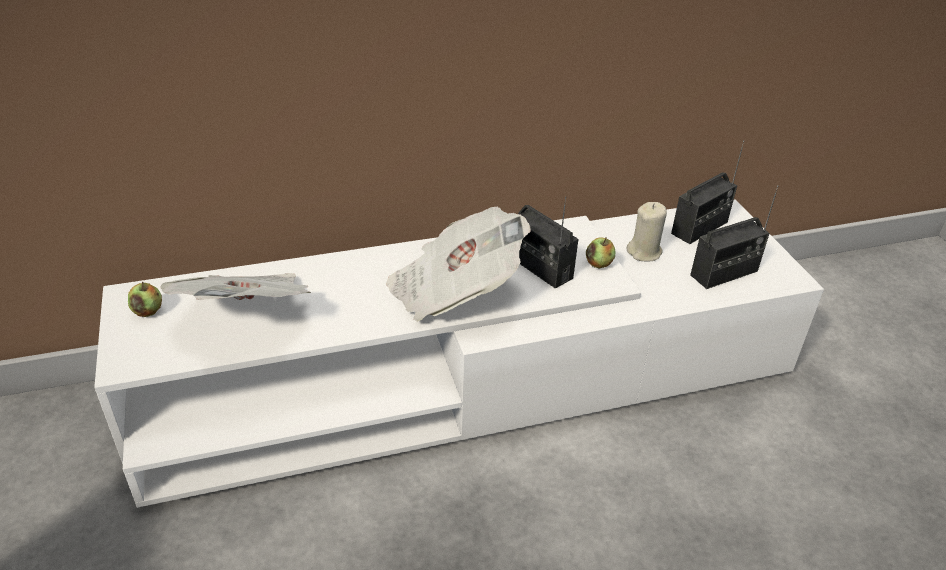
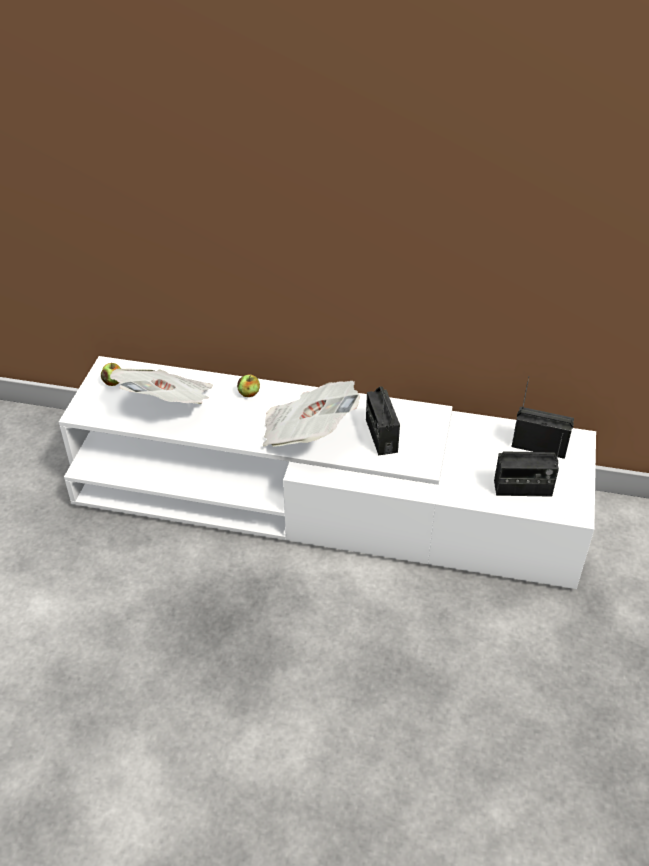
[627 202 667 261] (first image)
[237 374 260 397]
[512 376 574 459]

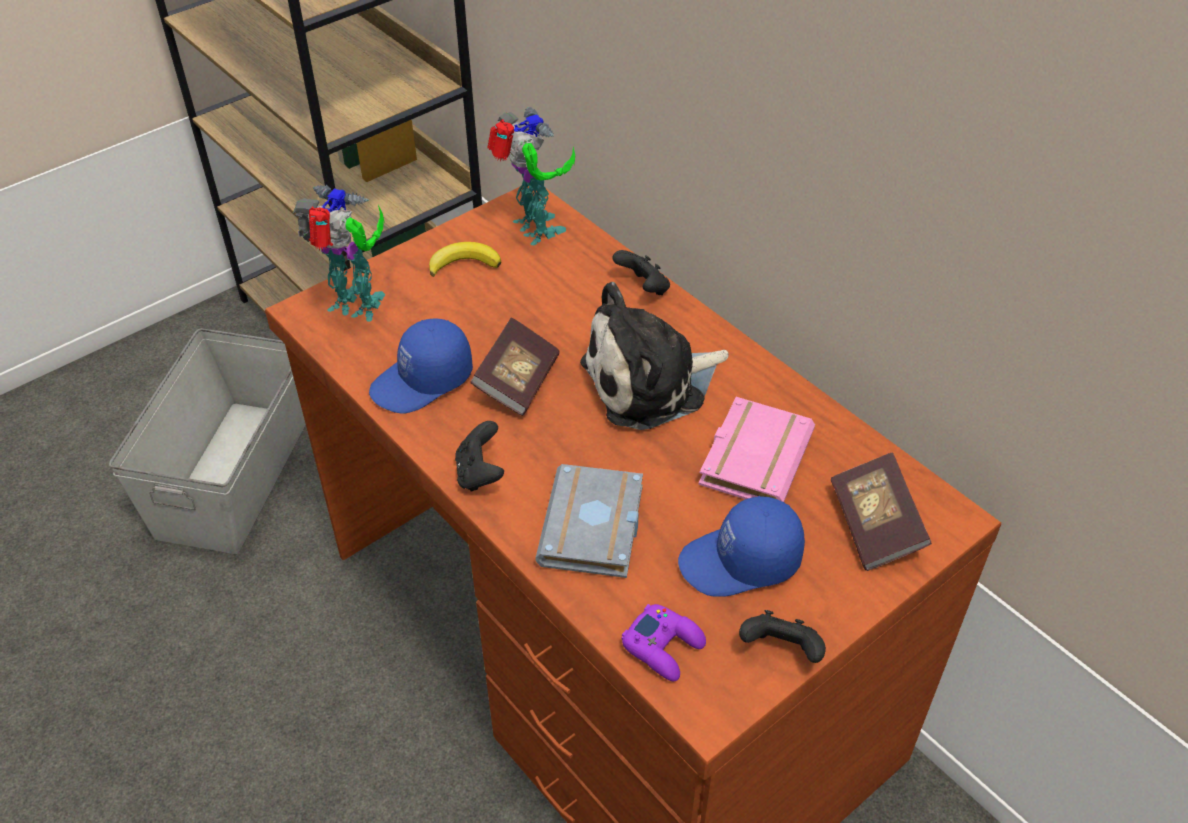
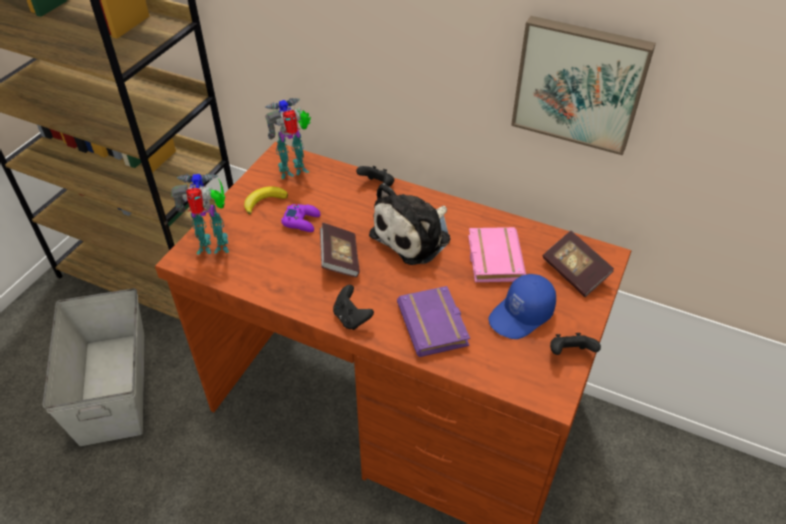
[369 319 473 414] (first image)
[511 16 656 155]
[281 204 321 232]
[397 286 470 357]
[265 98 311 179]

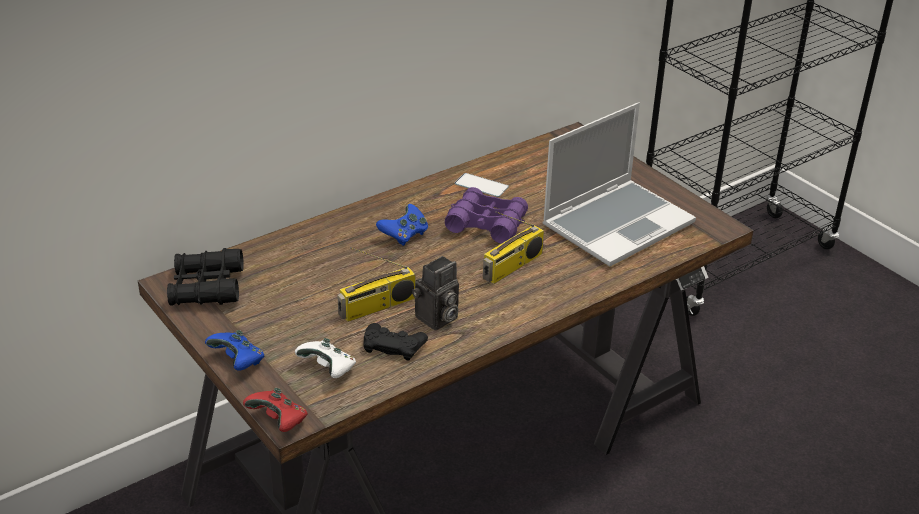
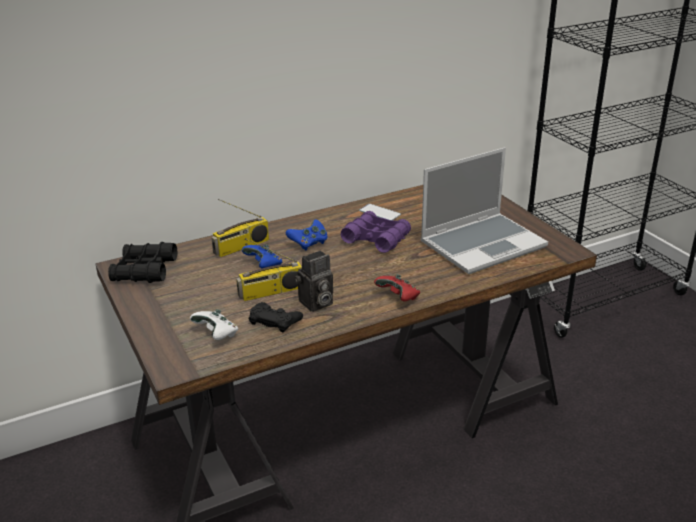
[242 244 282 268]
[374 274 420 302]
[211 199 269 257]

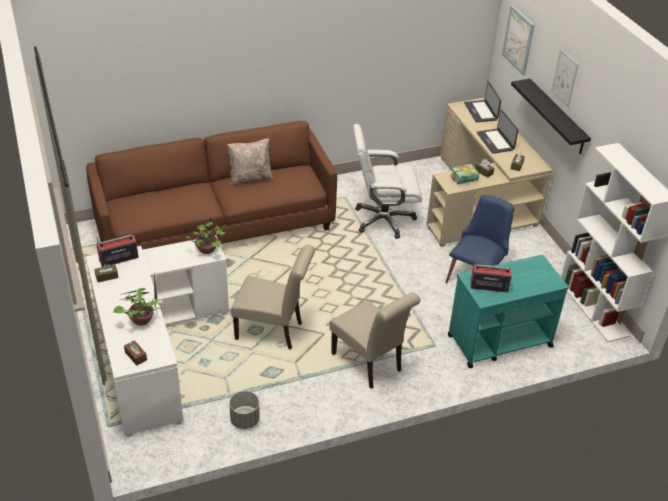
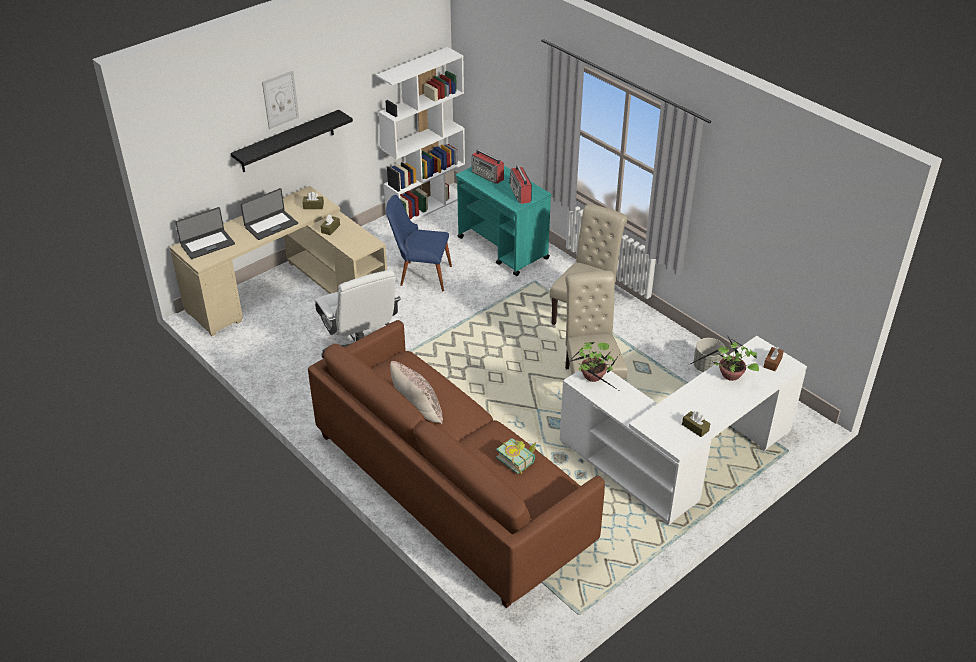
[502 5 534 76] (first image)
[472 150 504 184]
[496 438 536 474]

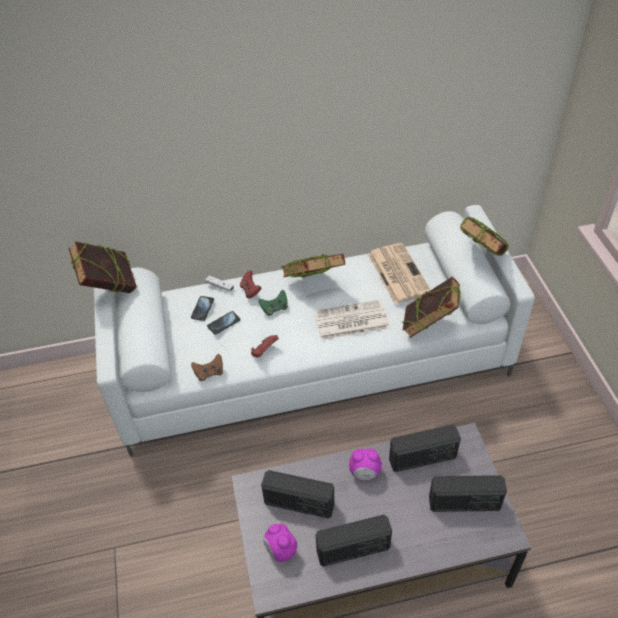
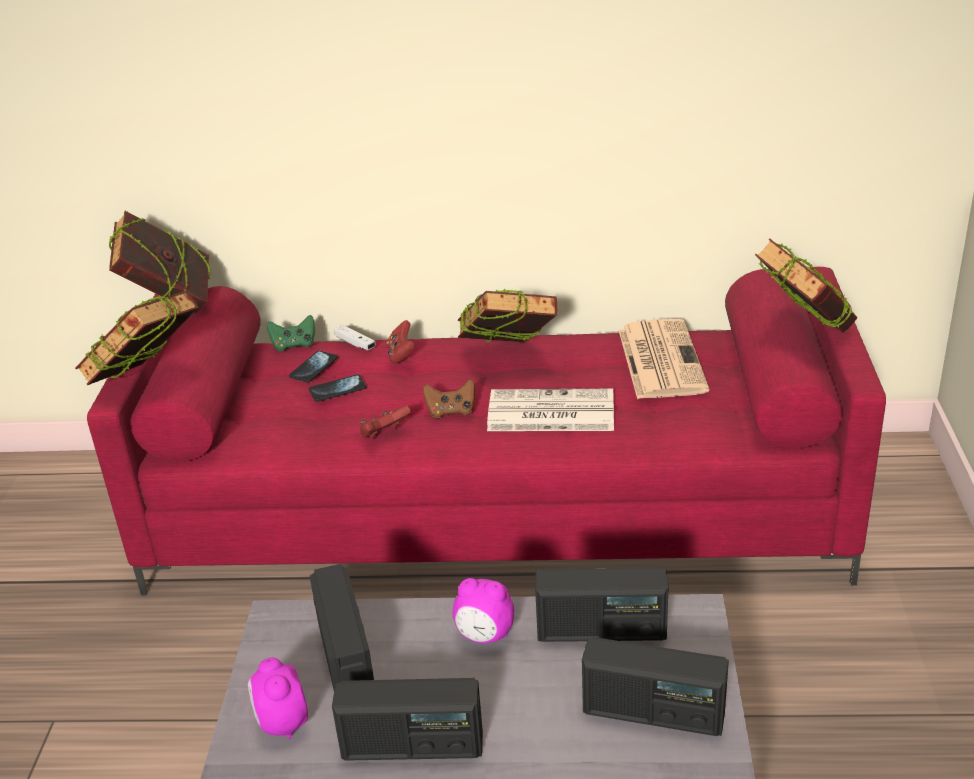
[423 379 475 418]
[267 315 315 351]
[75 290 199 385]
[87 267 886 596]
[310 564 374 690]

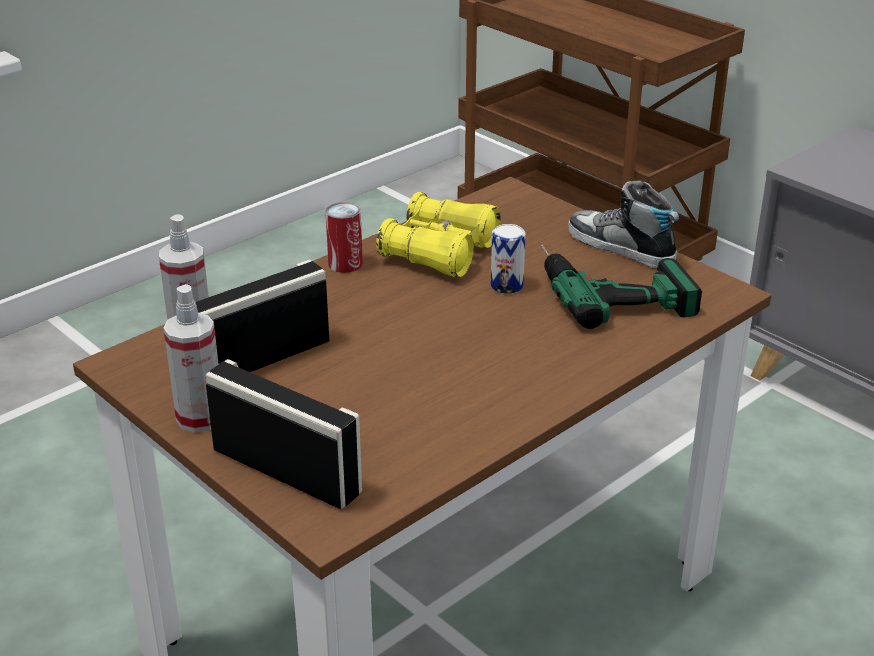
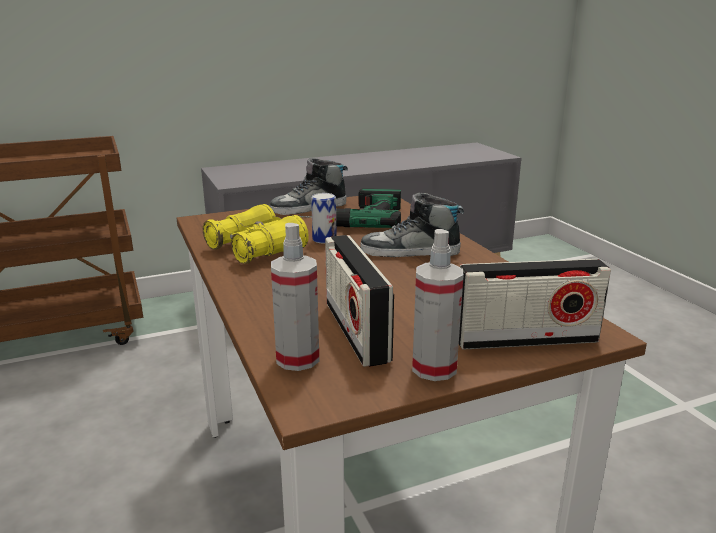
[325 202 363 273] (first image)
[360 192 464 257]
[459 259 611 350]

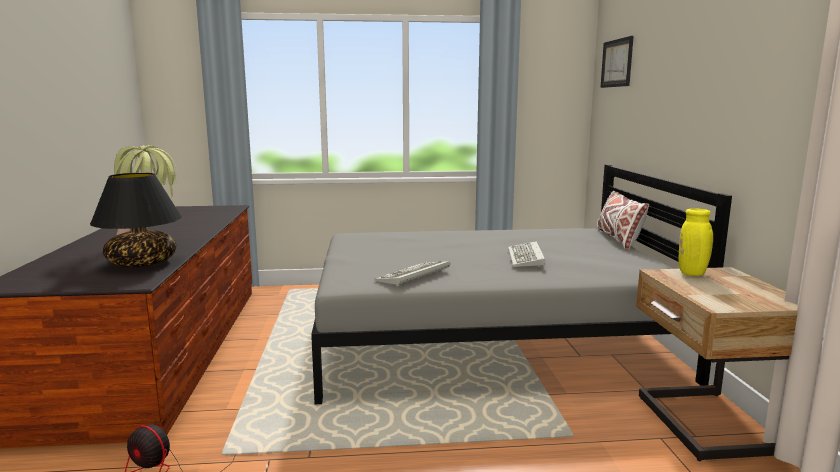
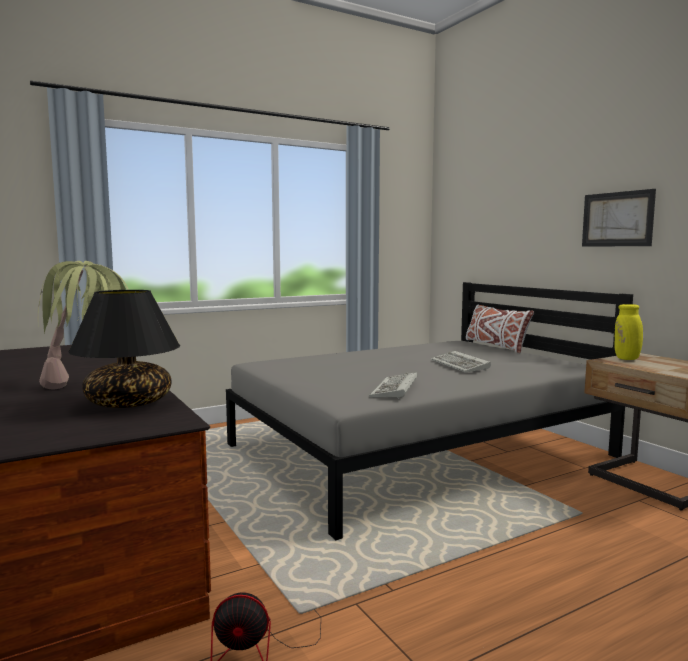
[582 189 656 247]

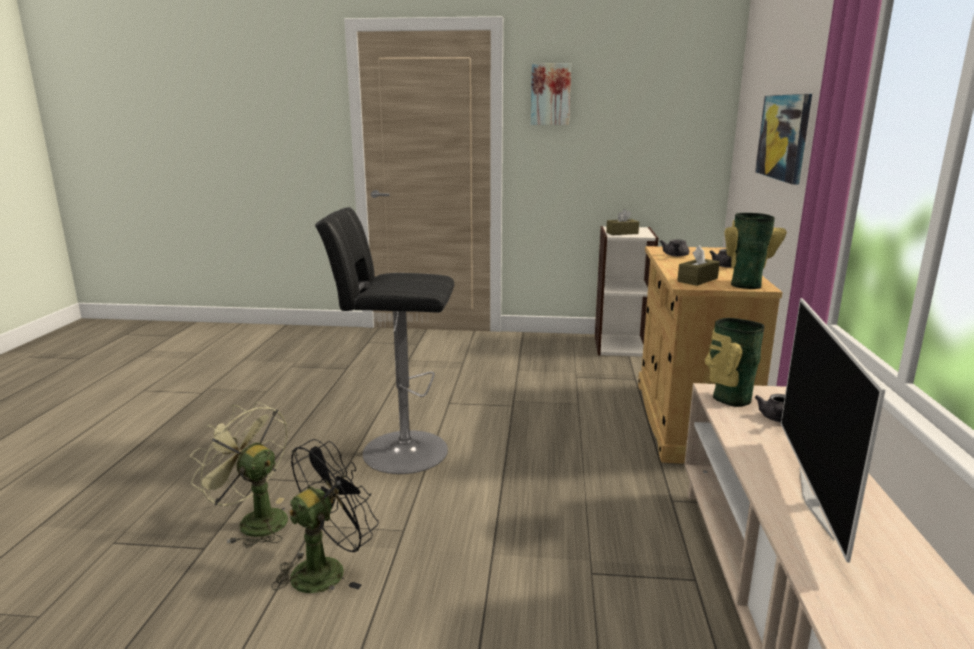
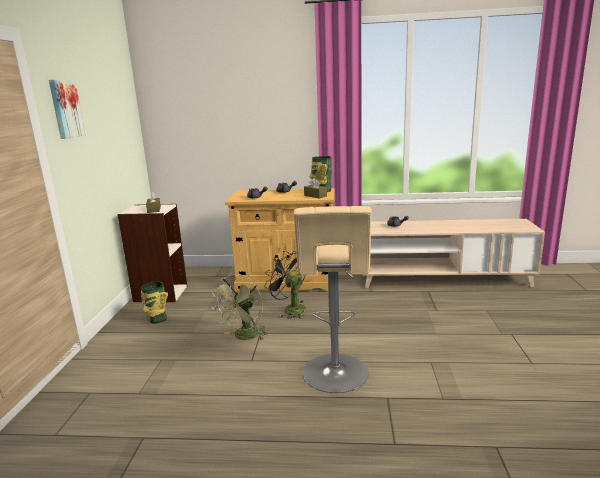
[755 94 812 184] (first image)
[781 298 885 563] (first image)
[212 274 268 341]
[265 251 307 319]
[141 281 168 324]
[294 206 372 393]

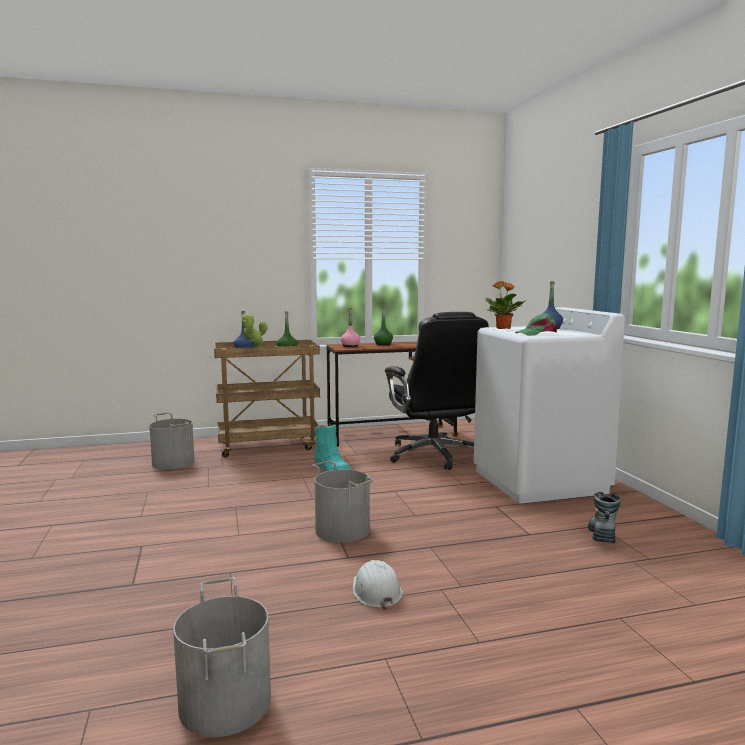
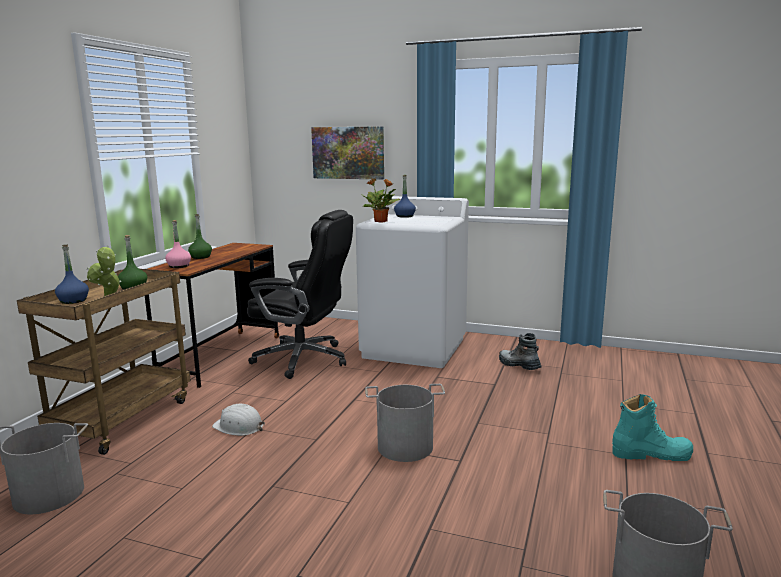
[515 313 557 336] (first image)
[311 126 384 180]
[612 394 693 461]
[212 404 265 436]

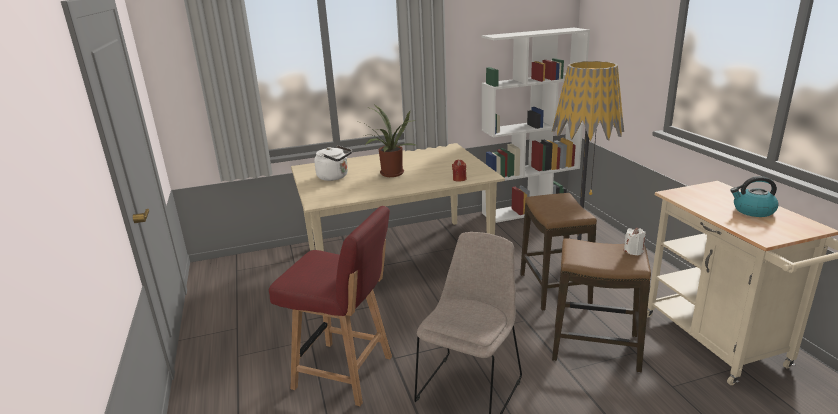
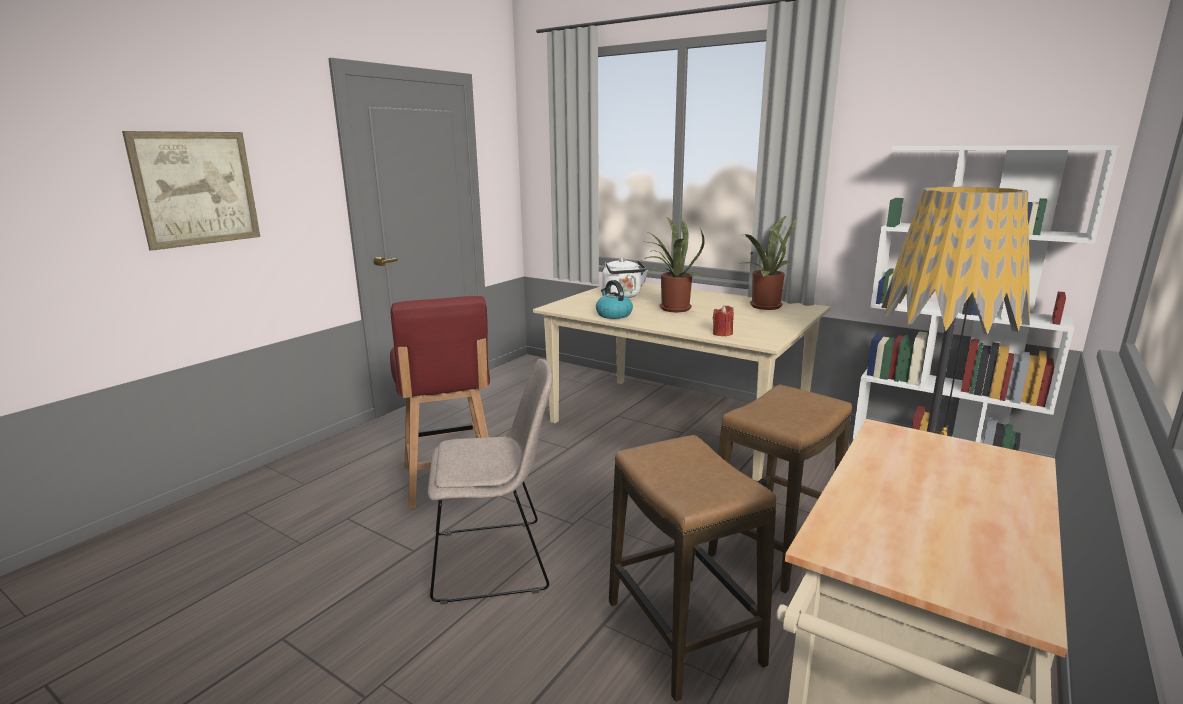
[624 228 646 256] (first image)
[122 131 260 251]
[739 216 797 310]
[596 280 633 319]

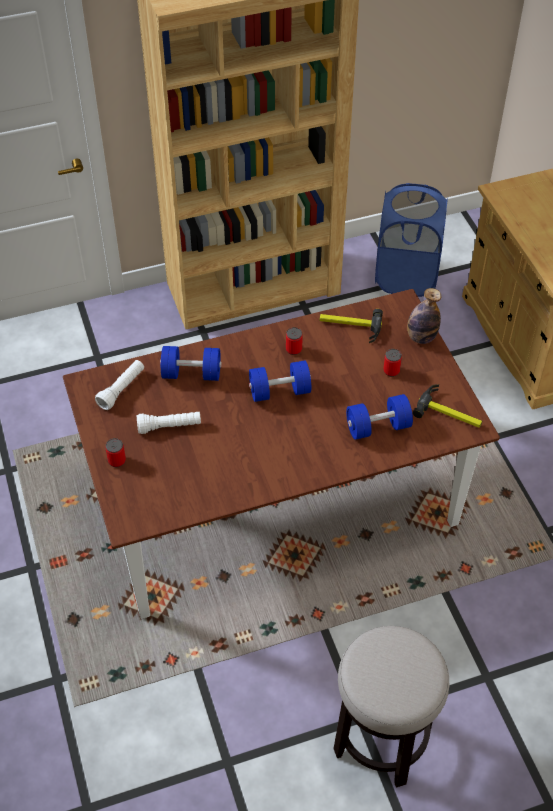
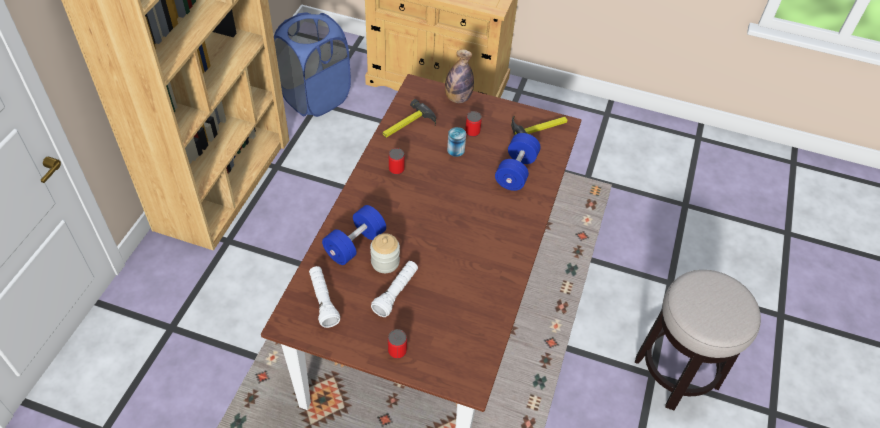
[249 361 311 402] (first image)
[370 233 400 273]
[447 127 466 157]

